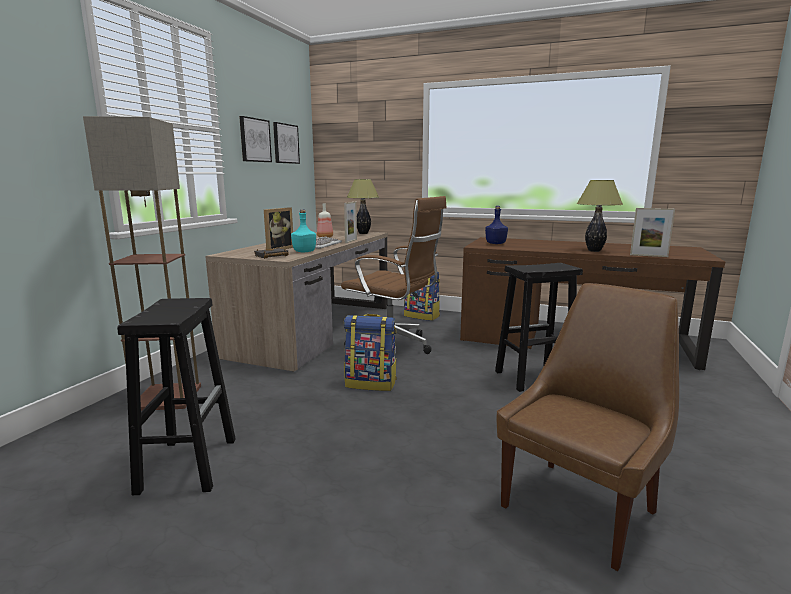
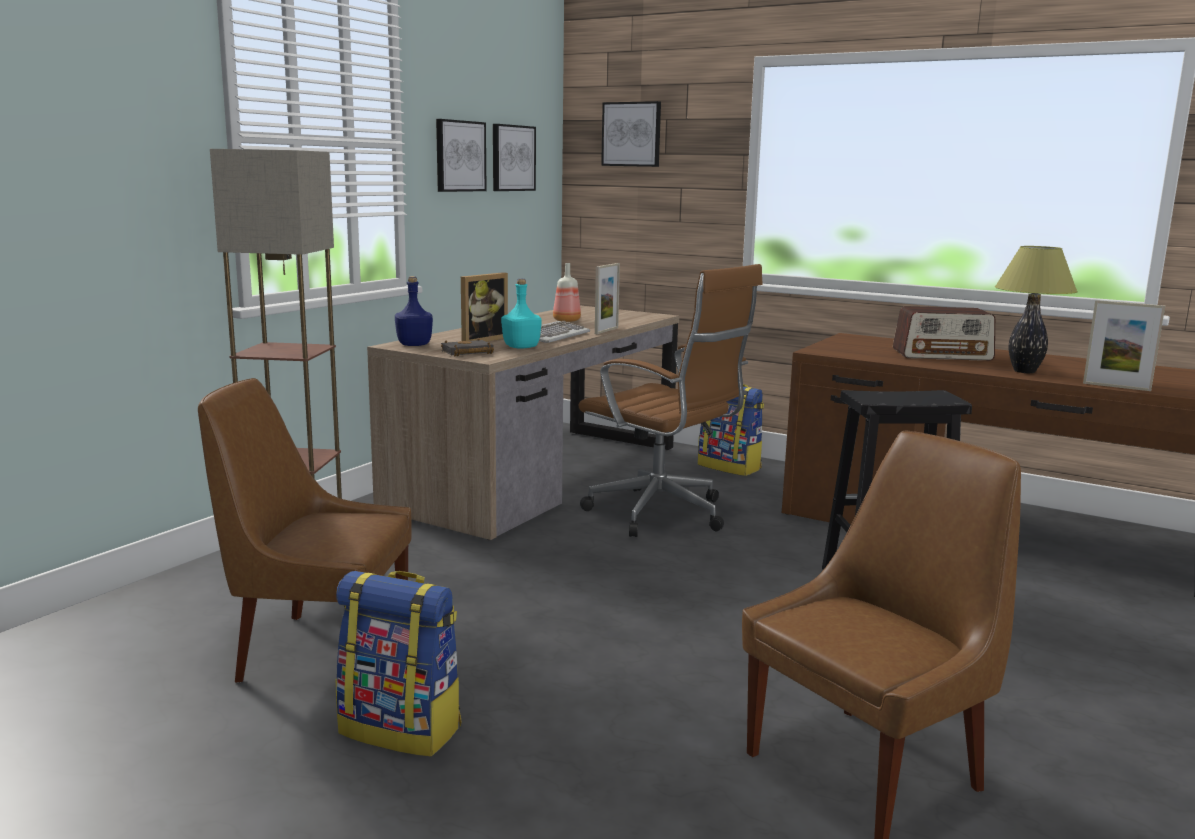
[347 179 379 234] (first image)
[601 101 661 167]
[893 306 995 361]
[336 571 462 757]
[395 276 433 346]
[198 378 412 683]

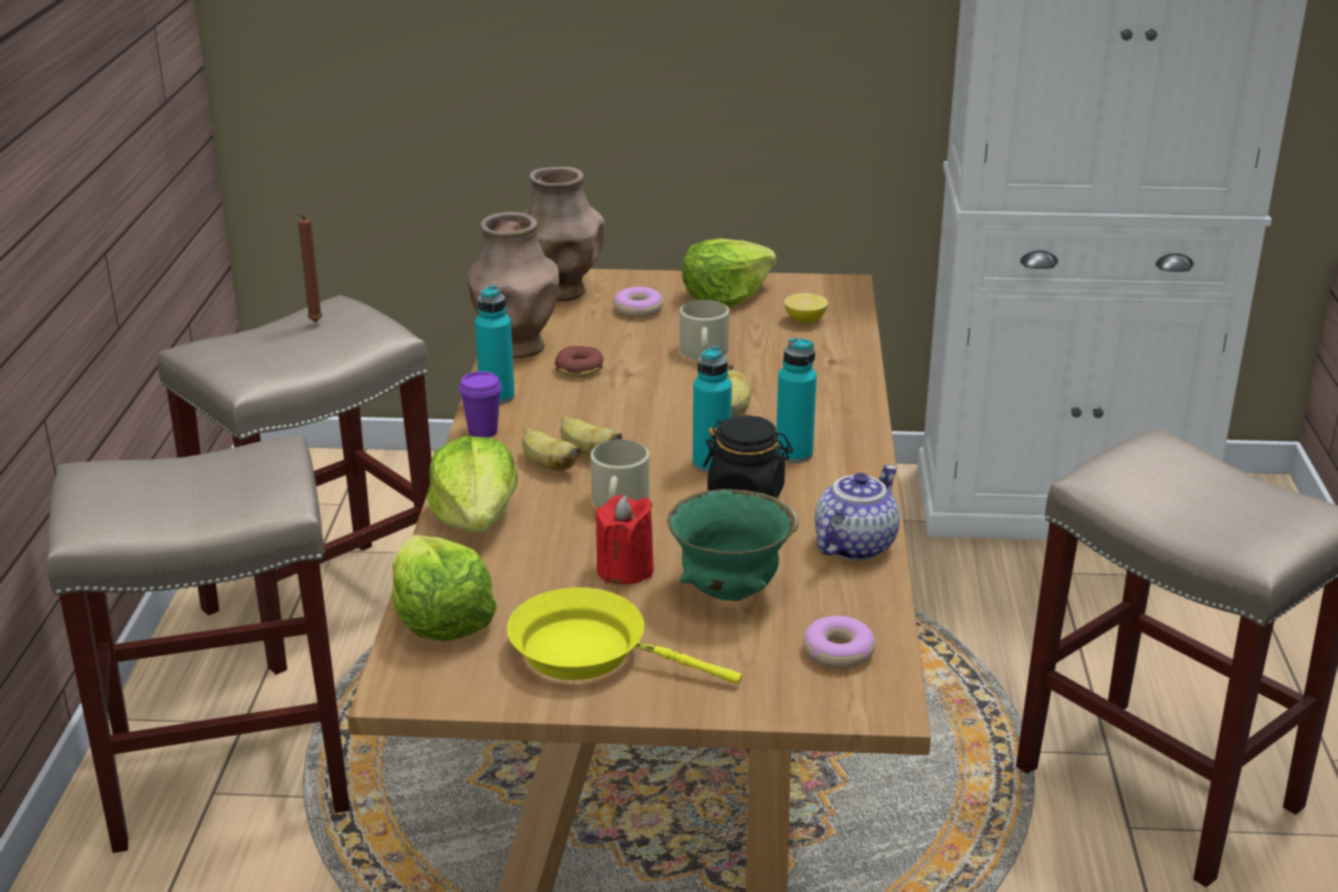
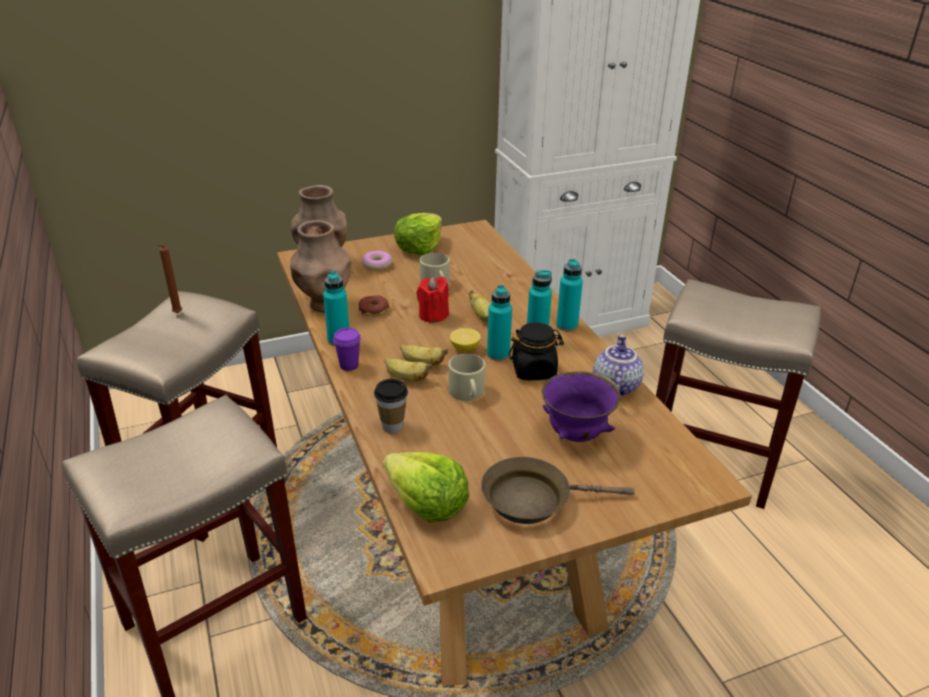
[803 616 875 669] (first image)
[556 259 583 331]
[417 276 449 323]
[450 328 481 352]
[374 379 408 433]
[481 457 635 524]
[542 371 621 442]

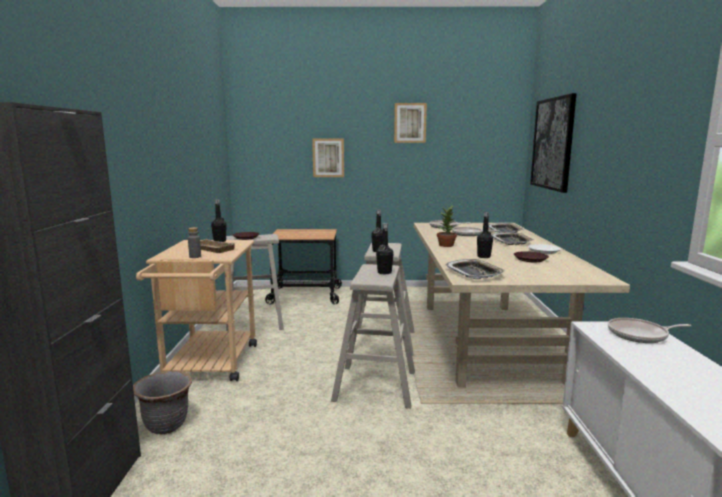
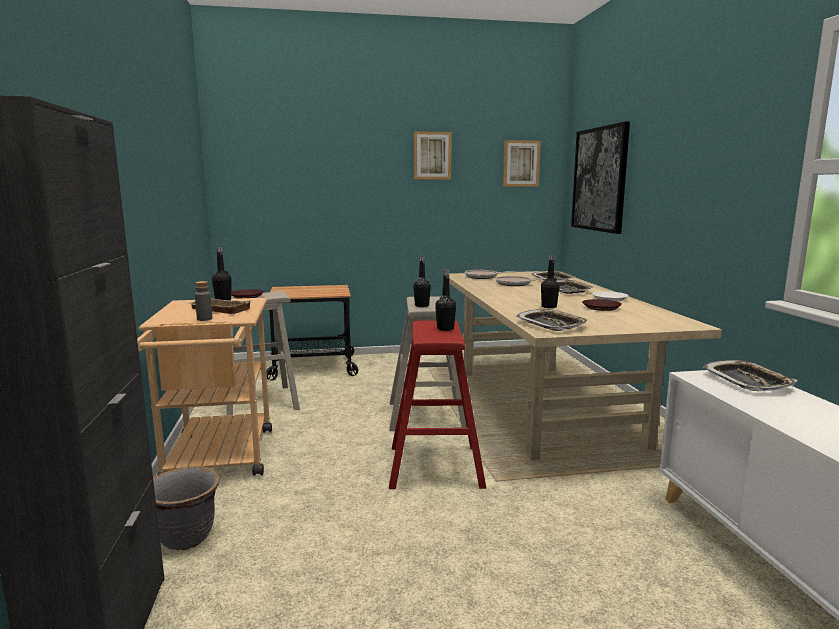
[437 206 457 247] (first image)
[503 140 541 187]
[702 360 797 391]
[389 320 486 489]

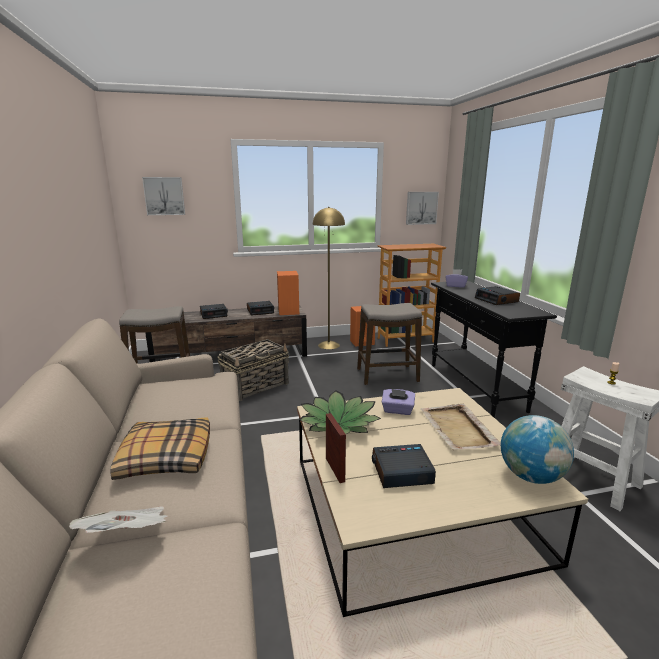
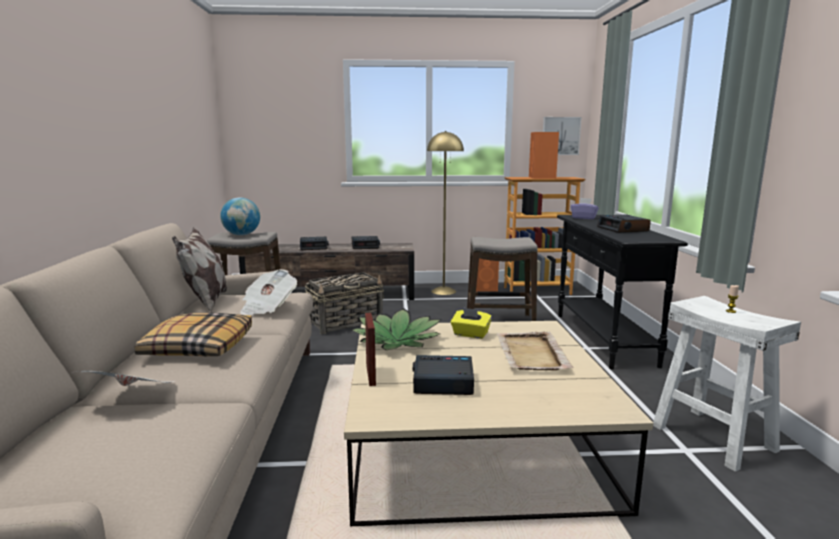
[142 177 185 215] (first image)
[172 227 227 313]
[240 269 297 315]
[529 132 559 179]
[220 197 260 235]
[451 307 492 339]

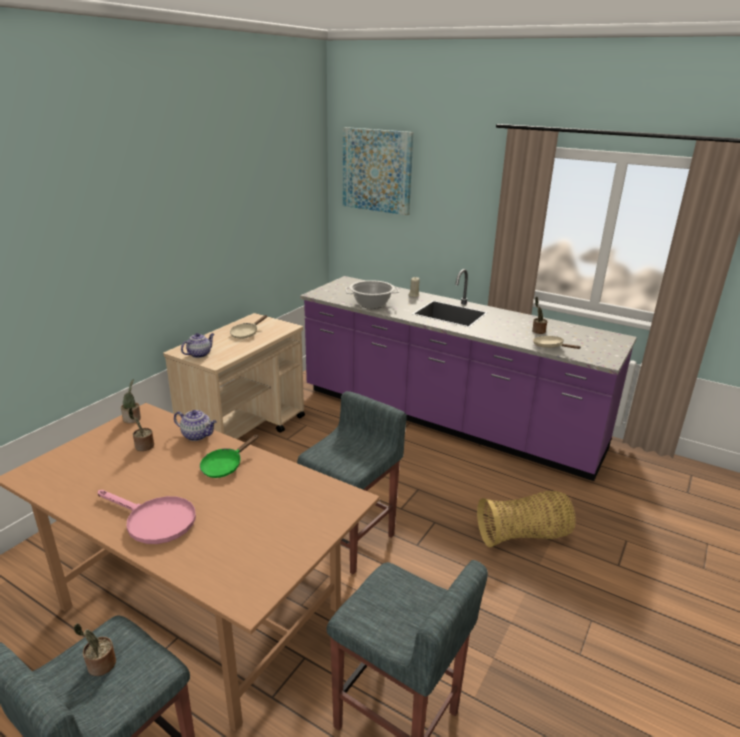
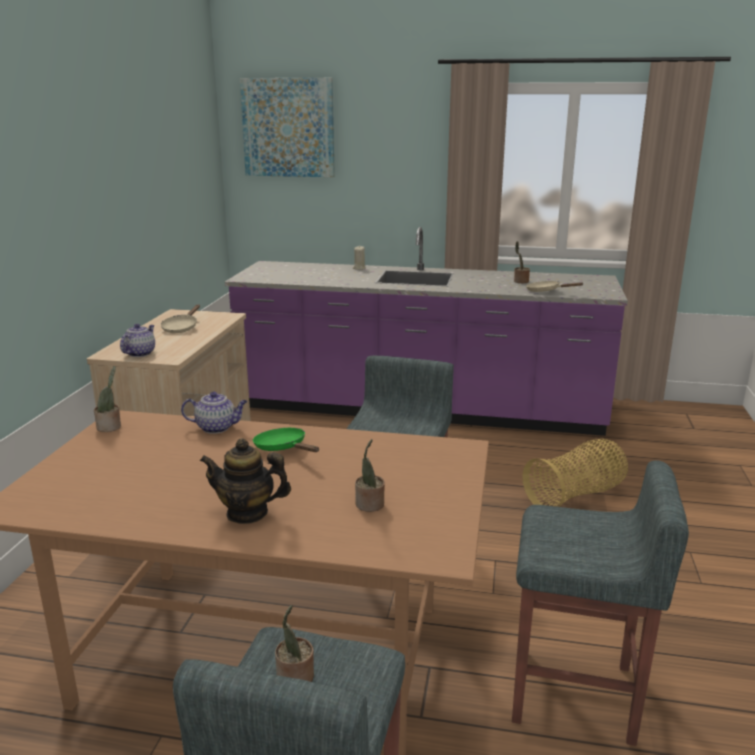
[345 280 399 309] (first image)
[355 439 385 512]
[200 438 291 524]
[253 428 319 452]

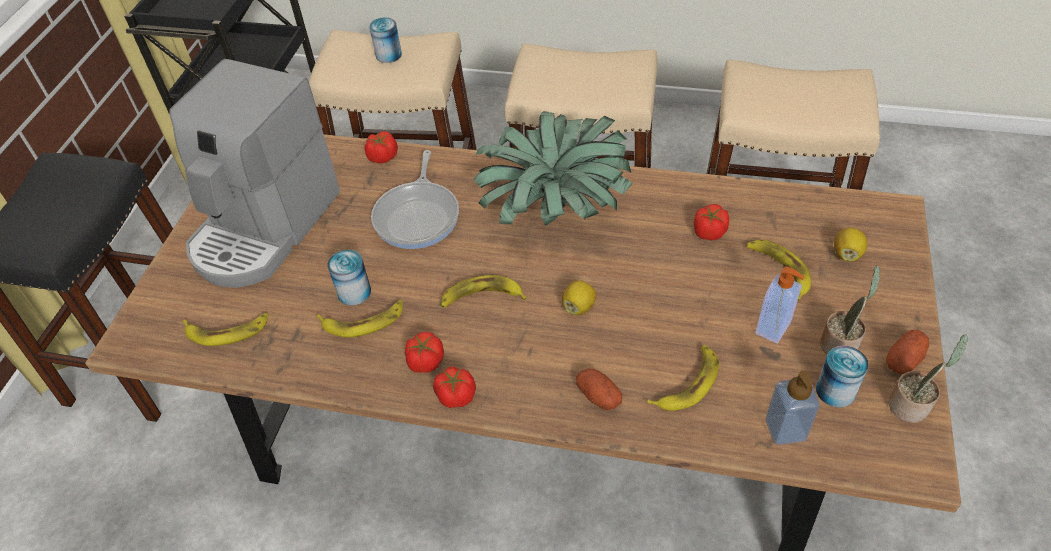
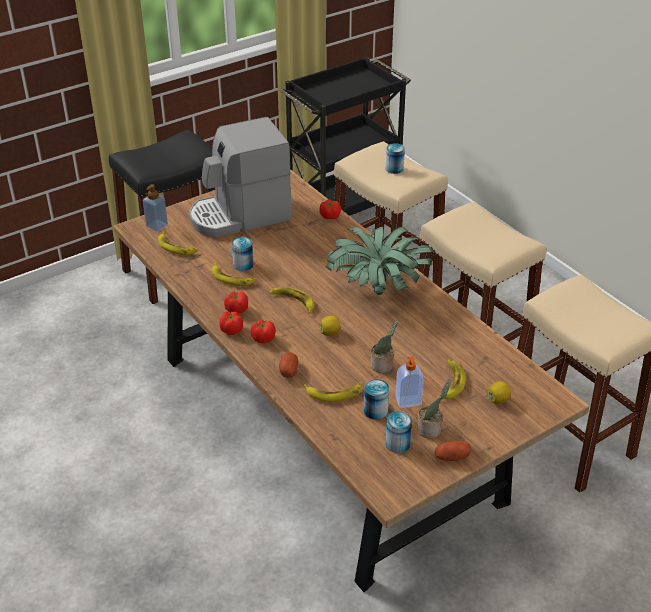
[371 150 459 249] (first image)
[364 379 389 420]
[251 319 276 343]
[143 184 168 231]
[371 320 399 373]

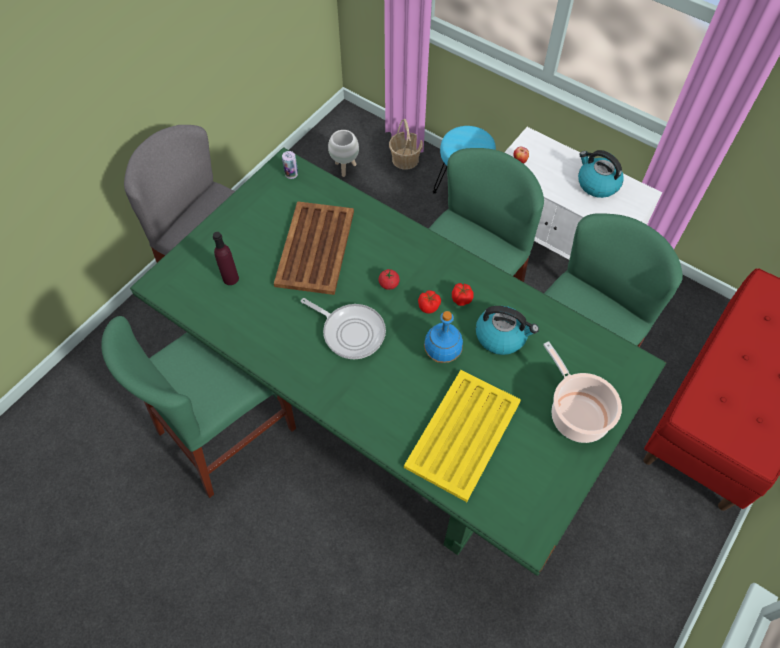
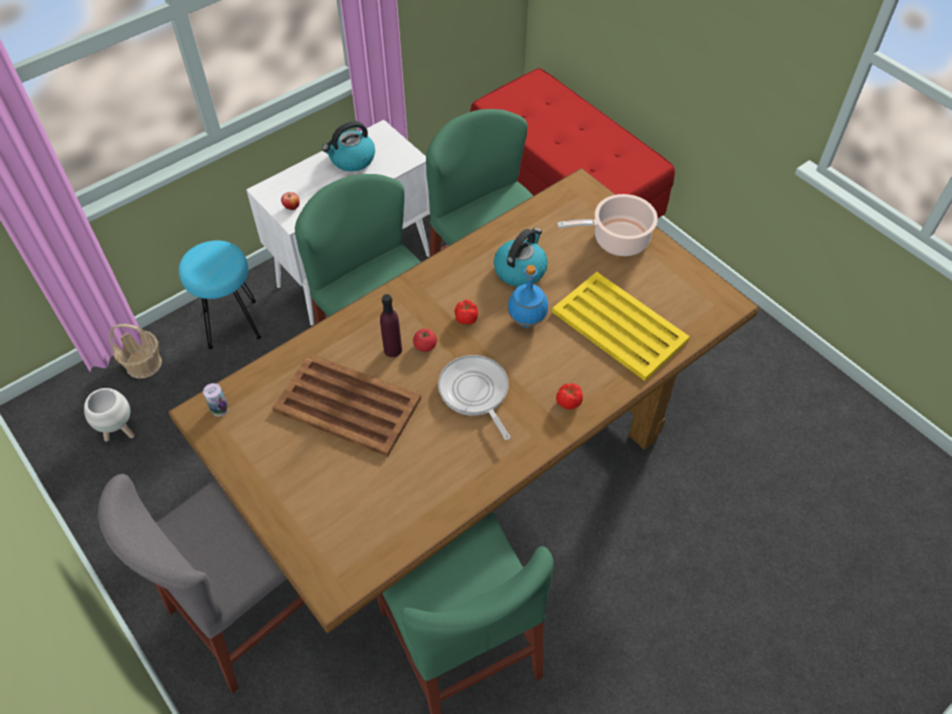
[380 294 402 357]
[556 383 583 410]
[168 168 759 633]
[438 355 511 440]

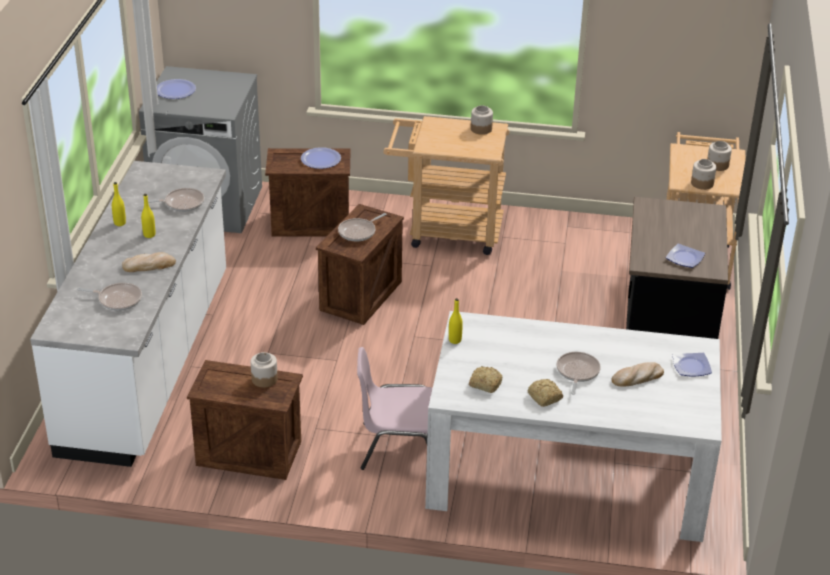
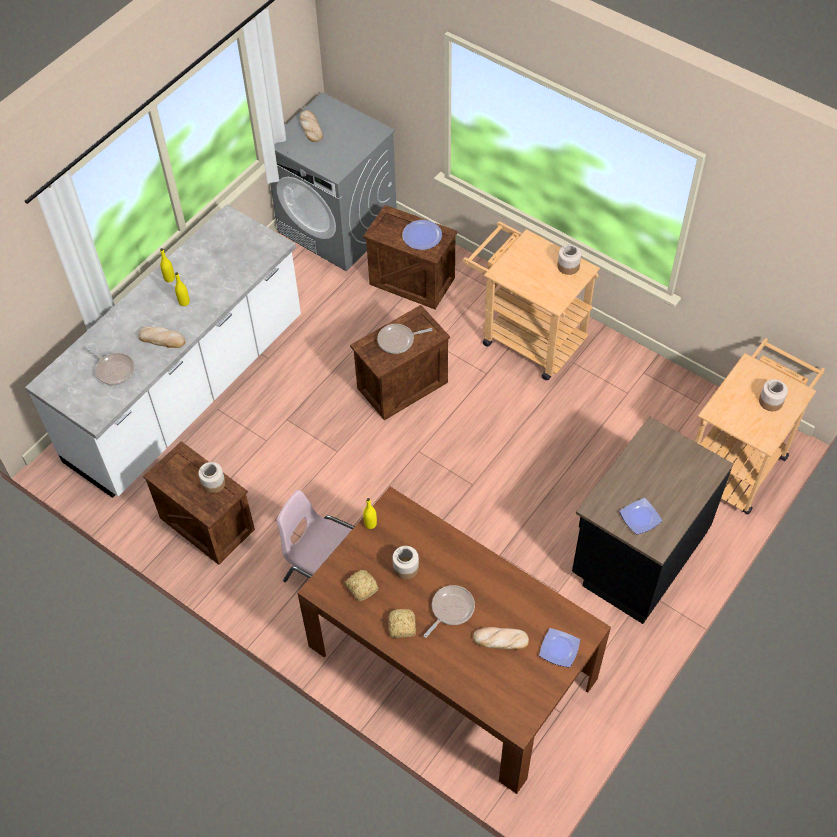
[143 188 204 212] (first image)
[393 546 419 580]
[299 110 323 142]
[297 487 611 794]

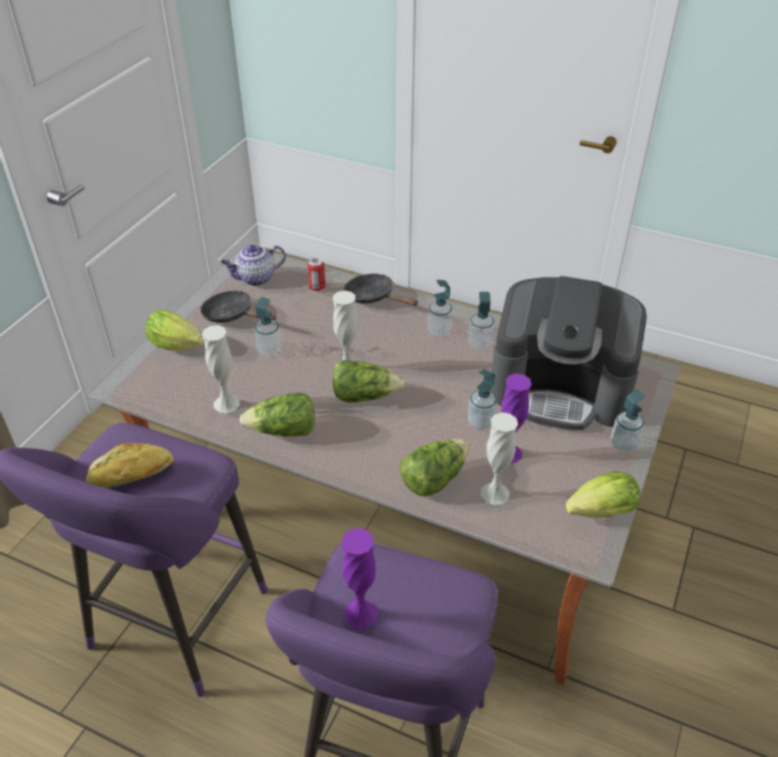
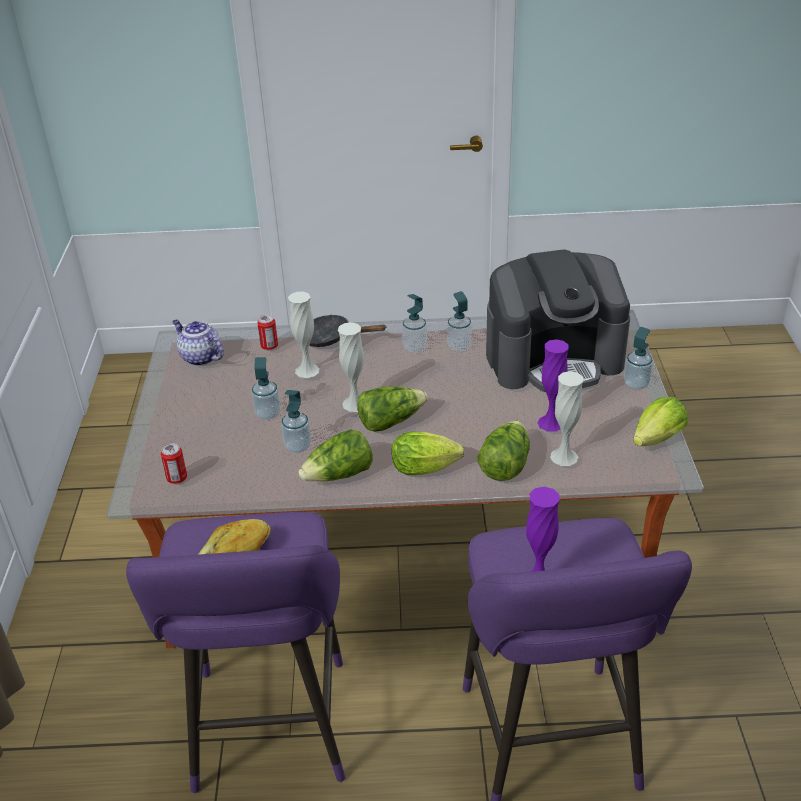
[200 291 276 323] (first image)
[161 443 187 484]
[392 432 464 475]
[288 292 319 378]
[281 390 311 453]
[172 320 224 366]

